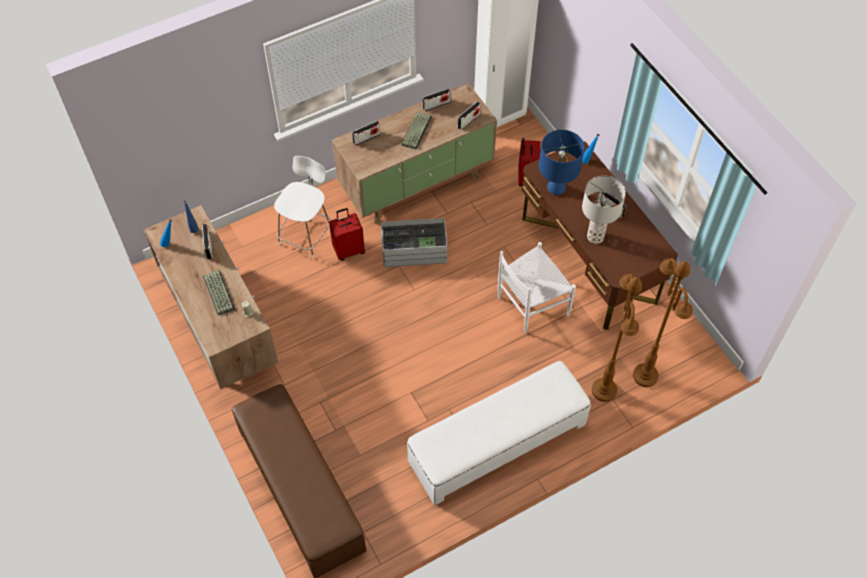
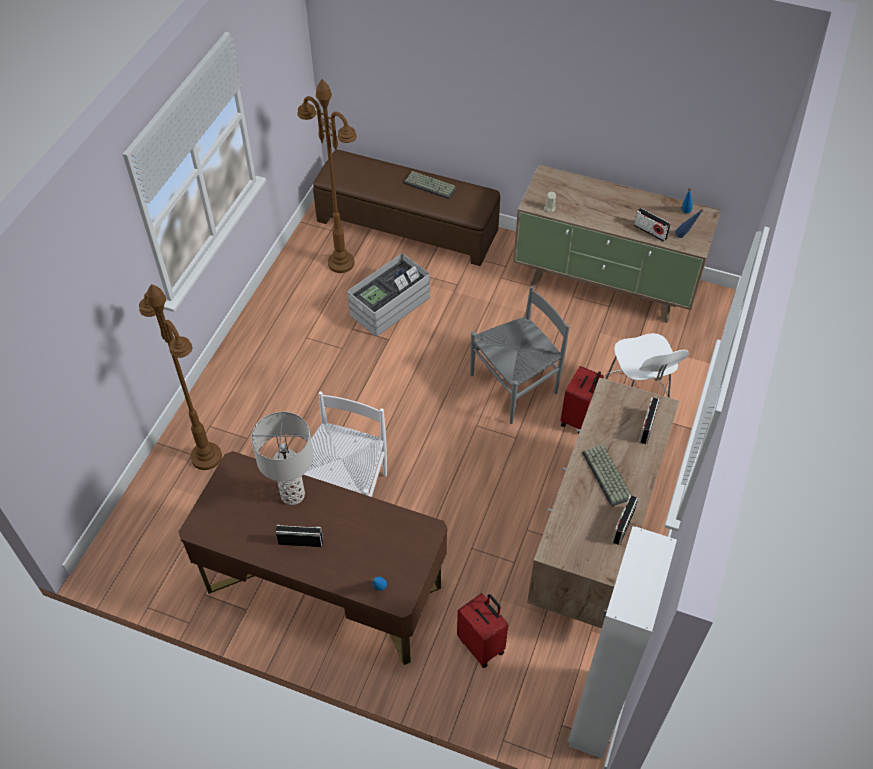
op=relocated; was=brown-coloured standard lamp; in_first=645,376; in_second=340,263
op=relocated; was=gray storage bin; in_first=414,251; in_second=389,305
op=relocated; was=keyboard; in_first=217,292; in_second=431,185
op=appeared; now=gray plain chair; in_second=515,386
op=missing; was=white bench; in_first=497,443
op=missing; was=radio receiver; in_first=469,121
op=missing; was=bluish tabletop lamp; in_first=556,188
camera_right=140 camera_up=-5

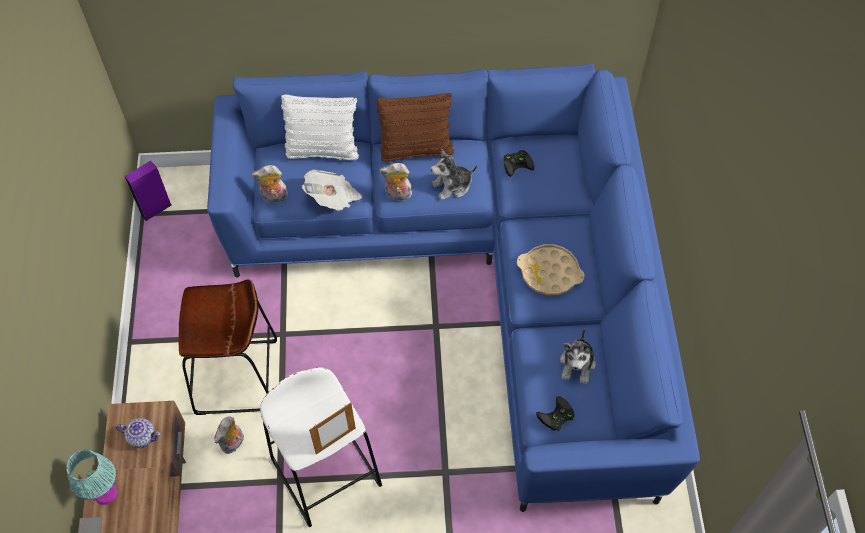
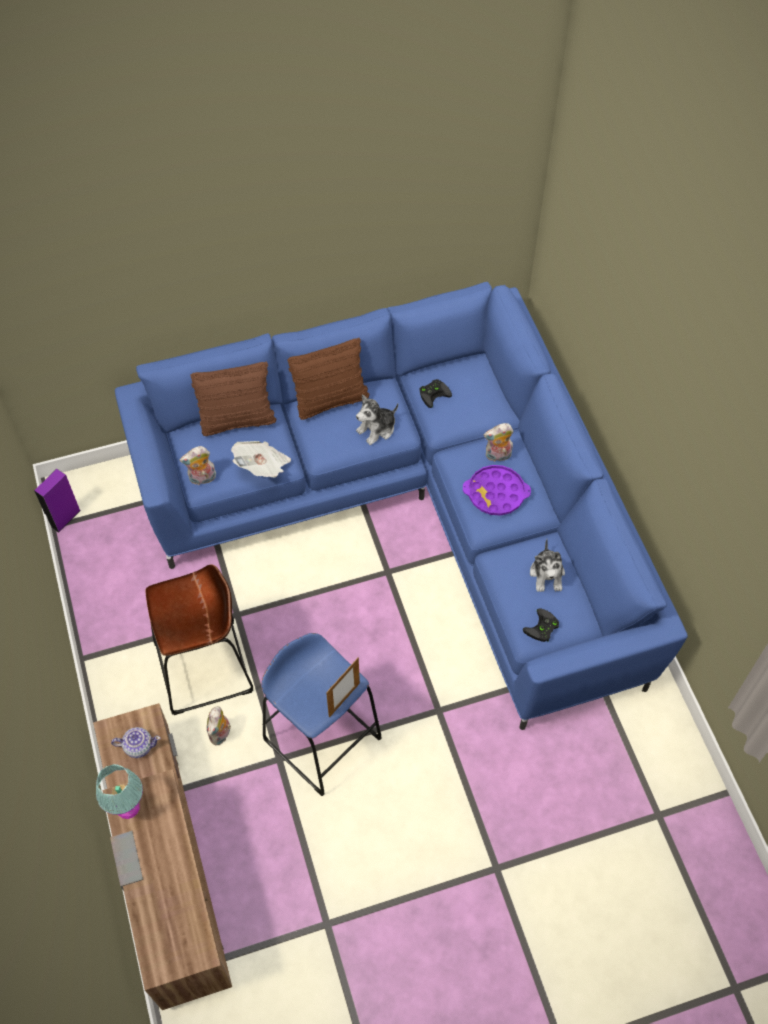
op=colour; was=white cushion; now=brown-coloured cushion; in_first=323,150; in_second=238,420
op=colour; was=white stool seat; now=bluish stool seat; in_first=326,471; in_second=322,738
op=colour; was=beige-coloured tray; now=purple tray; in_first=549,273; in_second=496,493
op=relocated; was=cuddly toy; in_first=397,195; in_second=497,456
camera_right=-15 camera_up=0

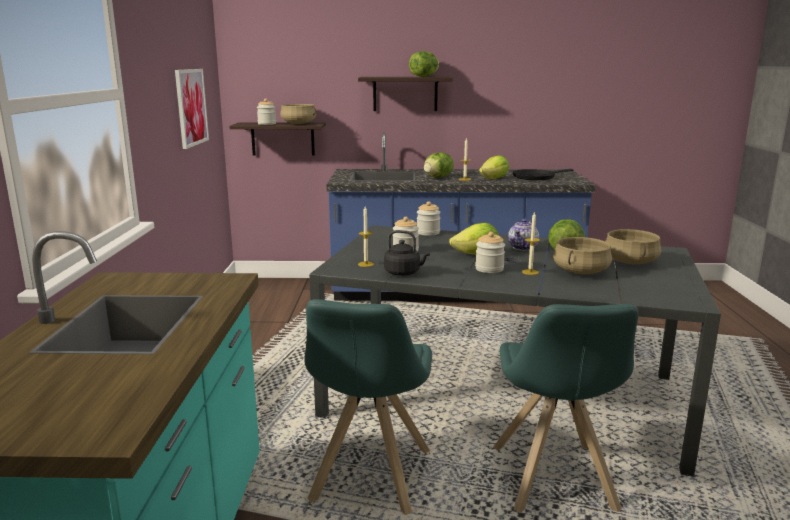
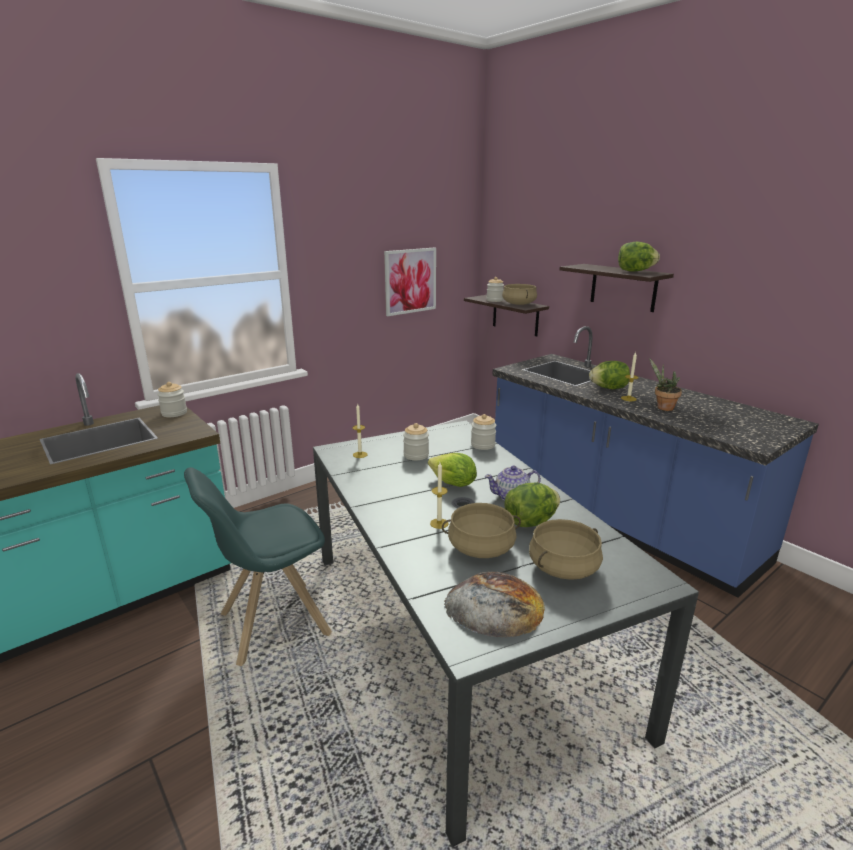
op=relocated; was=jar; in_first=489,269; in_second=174,413
op=appeared; now=bread; in_second=494,606
op=exchanged; was=lettuce head; now=plant in a pot; in_first=494,179; in_second=662,407
op=missing; was=black water kettle; in_first=404,273
op=missing; was=turquoise-coloured plain chair; in_first=553,478
op=missing; was=black pan; in_first=536,177
camera_right=50 camera_up=5

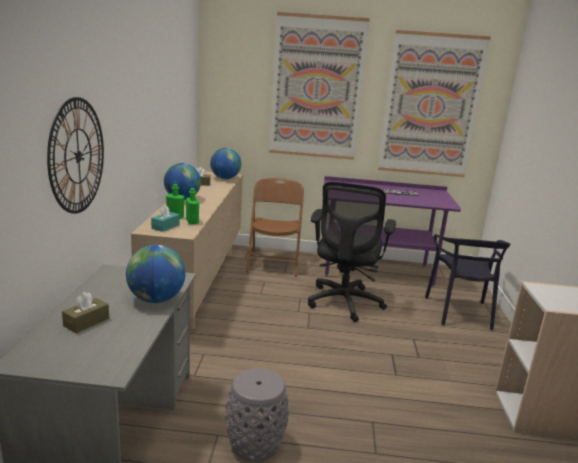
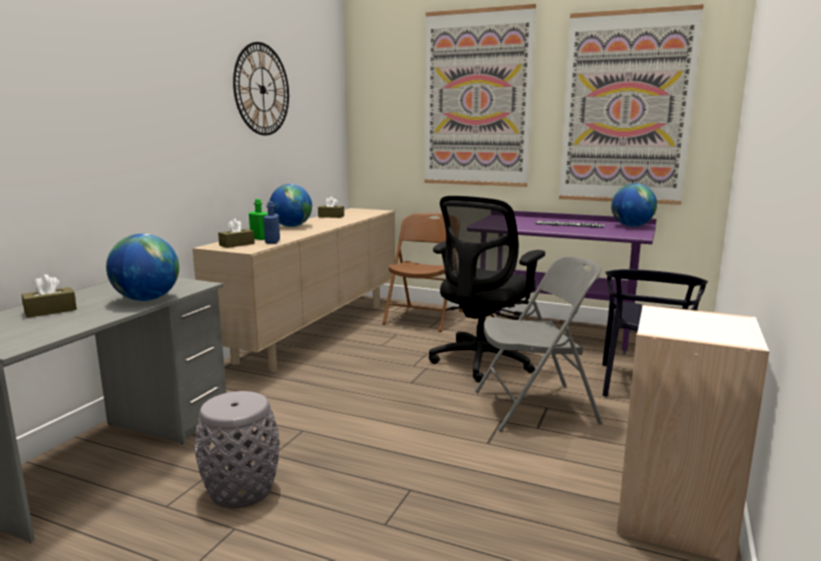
op=colour; was=turquoise-coloured box of tissues; now=brown-coloured box of tissues; in_first=165,227; in_second=237,244
op=relocated; was=wall clock; in_first=77,156; in_second=262,89
op=colour; was=greenish drink bottle; now=bluish drink bottle; in_first=192,222; in_second=272,242
op=appeared; now=gray plain chair; in_second=535,407
op=relocated; was=desk globe; in_first=225,178; in_second=631,226
camera_right=20 camera_up=-5

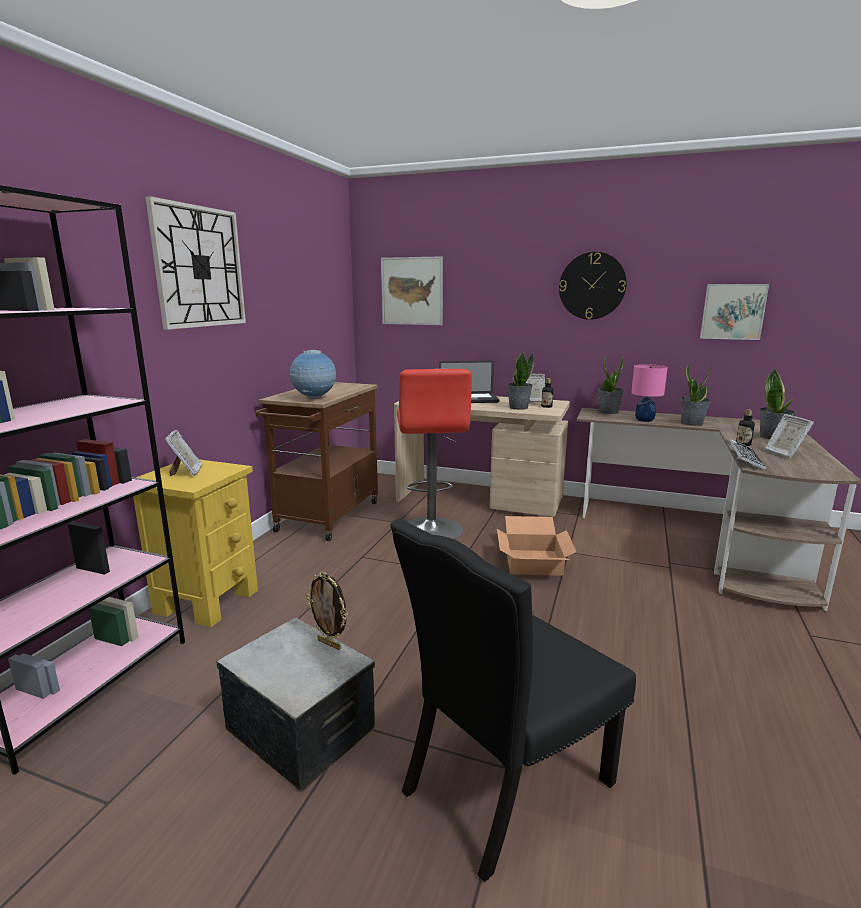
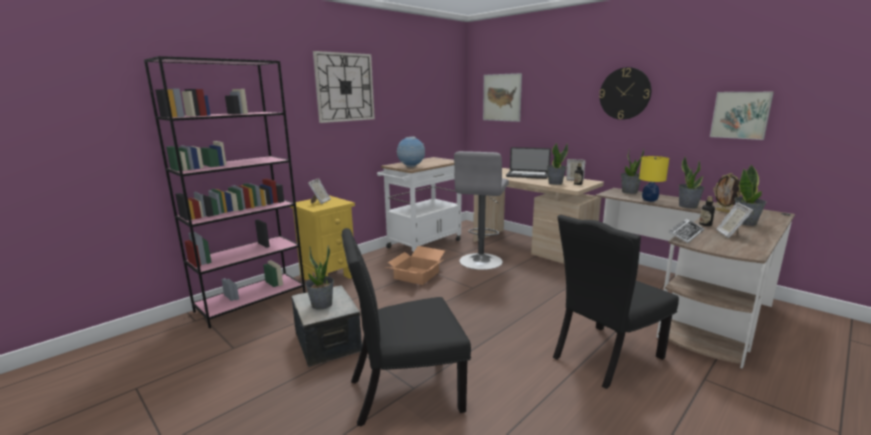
op=appeared; now=plant in a pot; in_second=322,304
op=colour; was=brown-coloured wheeled cart; now=white wheeled cart; in_first=326,518; in_second=422,245
op=relocated; was=packing box; in_first=534,562; in_second=417,275
op=colour; was=reddish stool seat; now=gray stool seat; in_first=431,530; in_second=480,261
op=appeared; now=black plain chair; in_second=606,355
op=colour; was=pink tabletop lamp; now=yellow tabletop lamp; in_first=644,421; in_second=649,200
op=relocated; was=picture frame; in_first=330,644; in_second=723,211
camera_right=25 camera_up=0

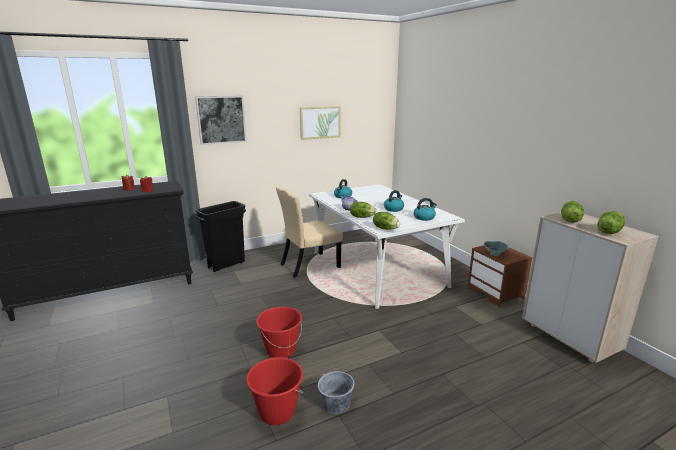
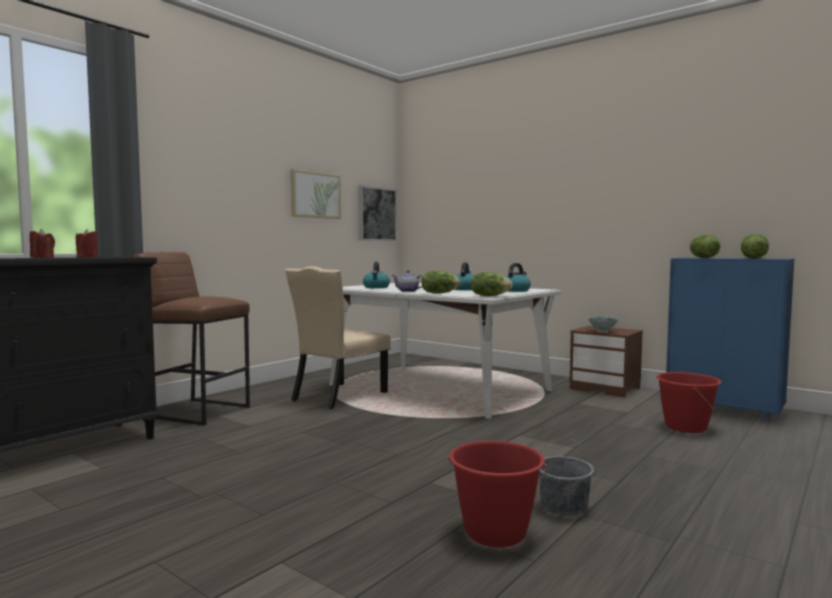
op=exchanged; was=black waste bin; now=brown-coloured stool seat; in_first=227,265; in_second=196,411
op=relocated; was=wall art; in_first=221,119; in_second=376,214
op=relocated; was=reddish bucket; in_first=281,350; in_second=685,427
op=colour; was=beige-coloured cabinet; now=bluish cabinet; in_first=571,338; in_second=726,407
camera_right=-25 camera_up=-15

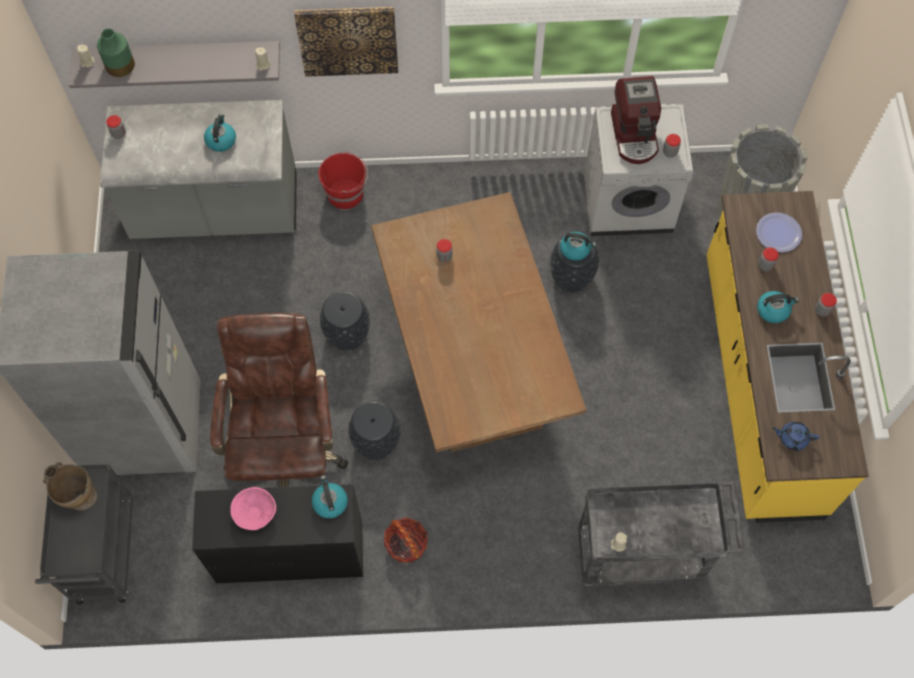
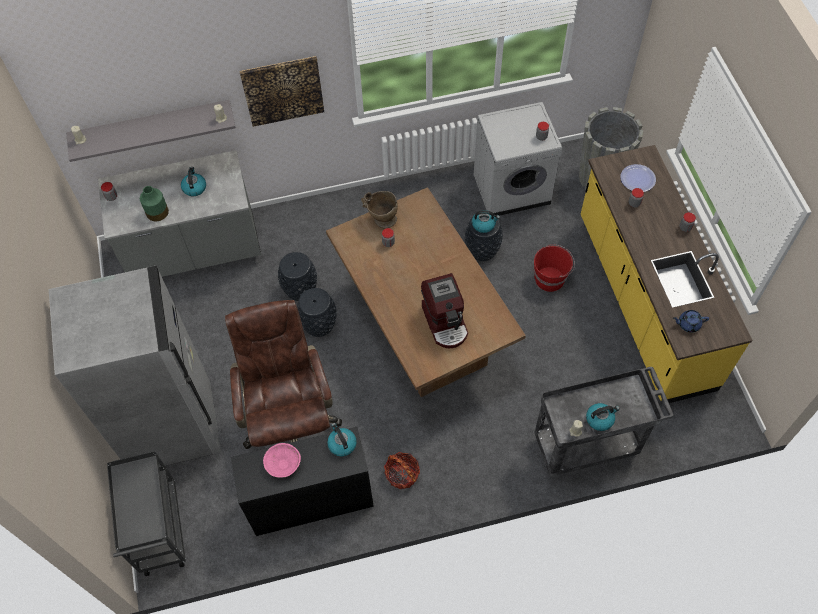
op=relocated; was=greenish flower vase; in_first=119,65; in_second=157,212
op=relocated; was=black stool seat; in_first=376,442; in_second=300,289
op=relocated; was=beige-coloured flower vase; in_first=76,495; in_second=381,220
op=relocated; was=coffee machine; in_first=635,135; in_second=446,322
op=relocated; was=reddish bucket; in_first=346,193; in_second=550,278
op=relocated; was=water kettle; in_first=773,310; in_second=600,419
camera_right=-10 camera_up=-5

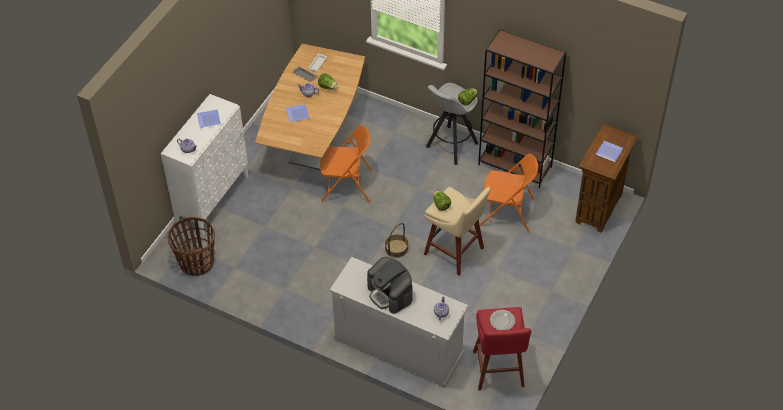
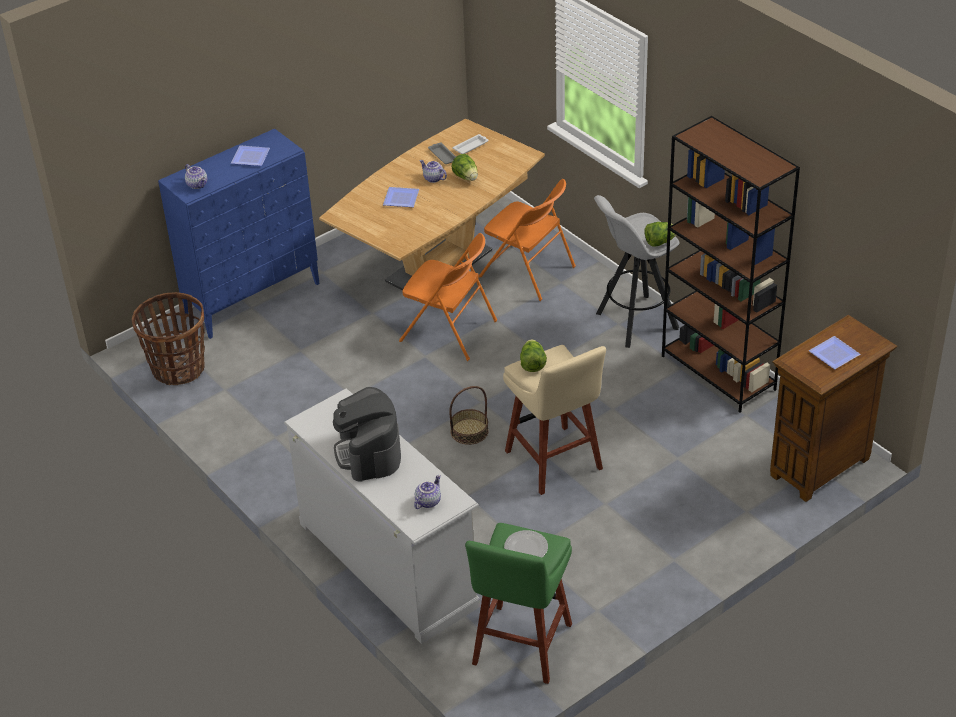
op=colour; was=white chest of drawers; now=bluish chest of drawers; in_first=213,200; in_second=254,299
op=colour; was=reddish stool seat; now=greenish stool seat; in_first=498,370; in_second=520,646
op=relocated; was=orange plain chair; in_first=507,212; in_second=527,272
camera_right=25 camera_up=-10

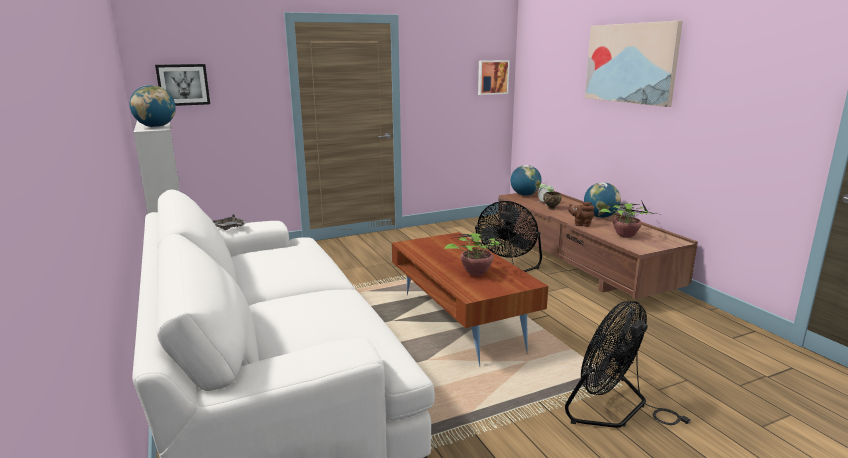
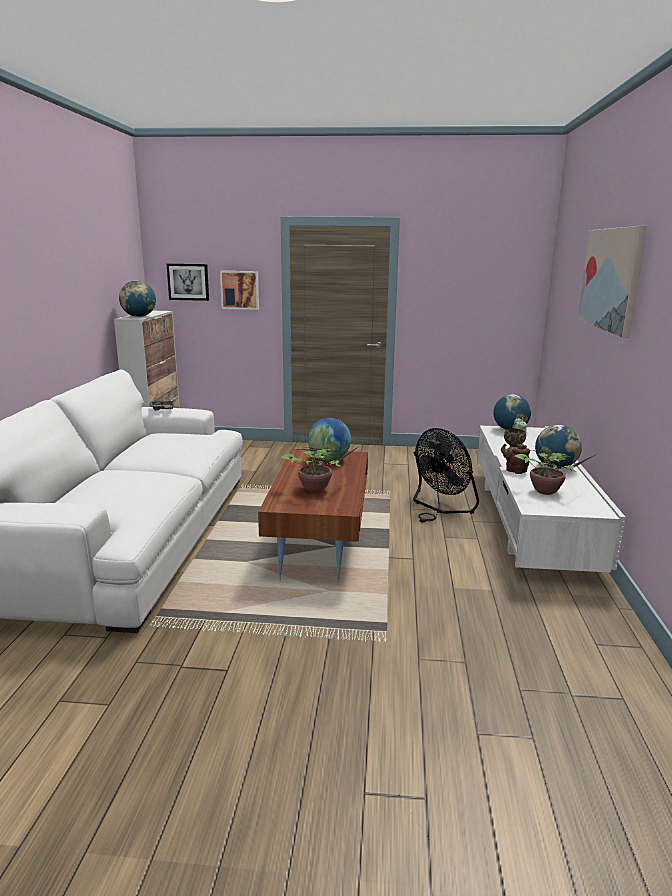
op=relocated; was=wall art; in_first=492,77; in_second=240,290
op=appeared; now=desk globe; in_second=329,459
op=colour; was=brown-coloured tv unit; now=white tv unit; in_first=580,262; in_second=531,519
op=missing; was=black electric fan; in_first=620,407
camera_right=30 camera_up=0

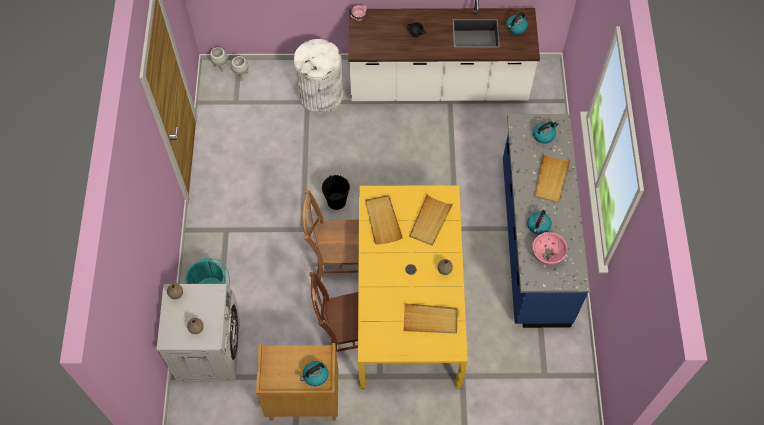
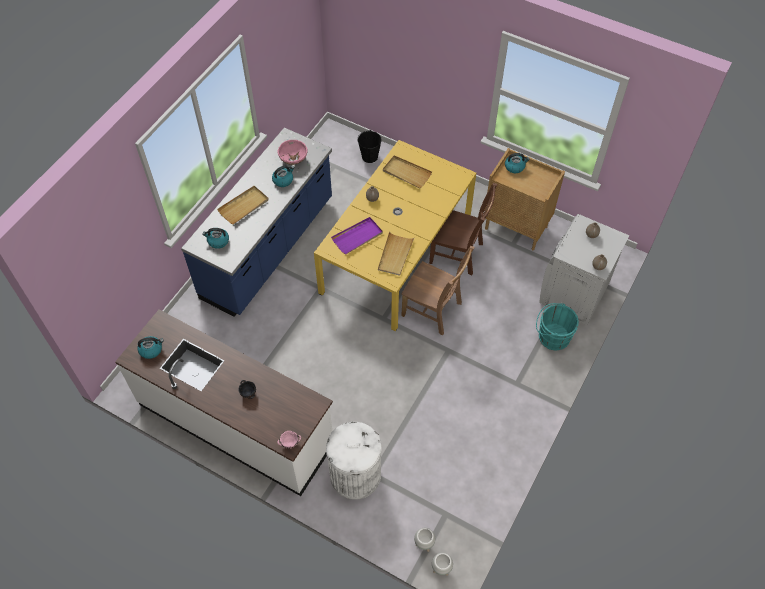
op=colour; was=beige-coloured tray; now=purple tray; in_first=430,221; in_second=357,237
op=relocated; was=black bucket; in_first=336,201; in_second=370,156
camera_right=-150 camera_up=-5

